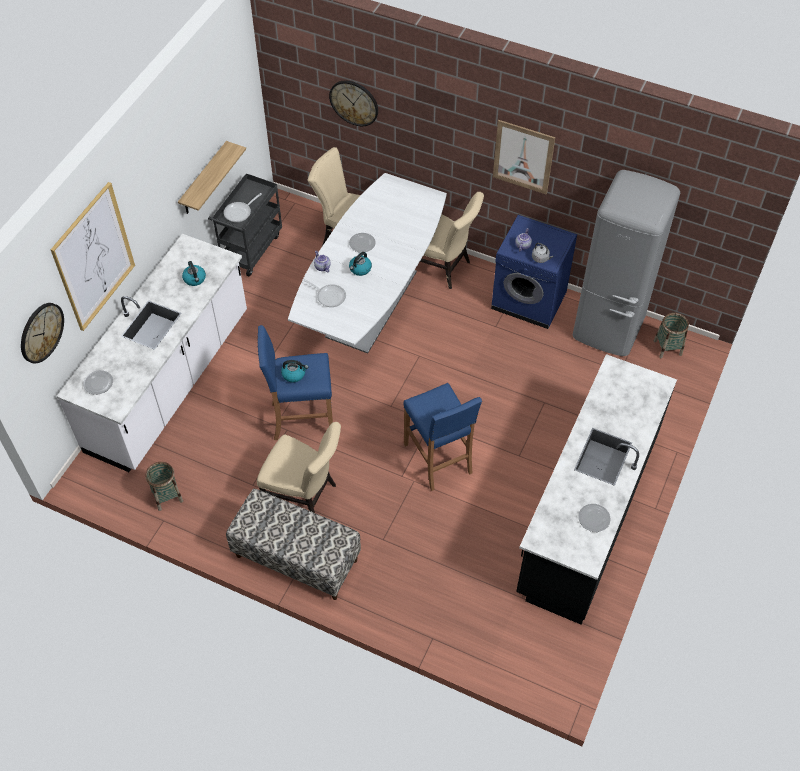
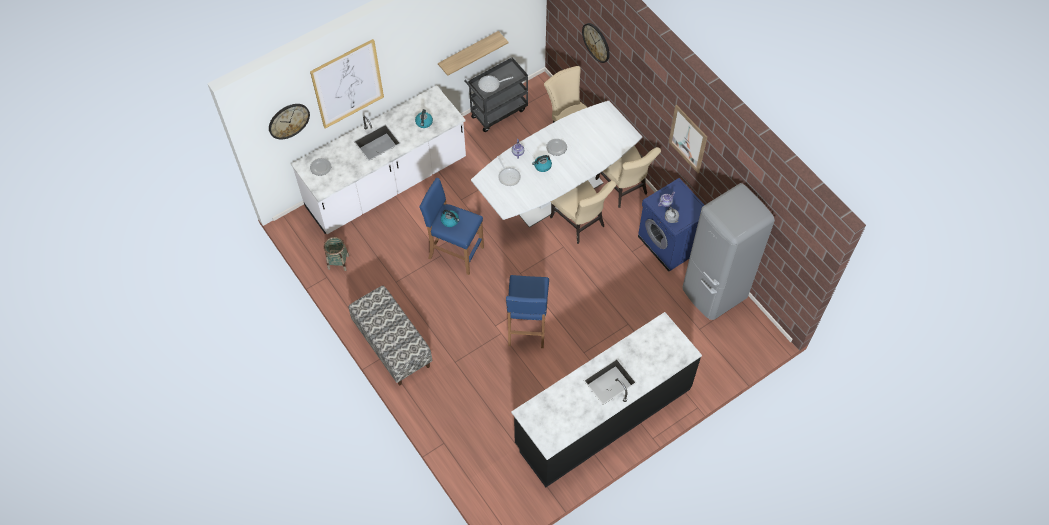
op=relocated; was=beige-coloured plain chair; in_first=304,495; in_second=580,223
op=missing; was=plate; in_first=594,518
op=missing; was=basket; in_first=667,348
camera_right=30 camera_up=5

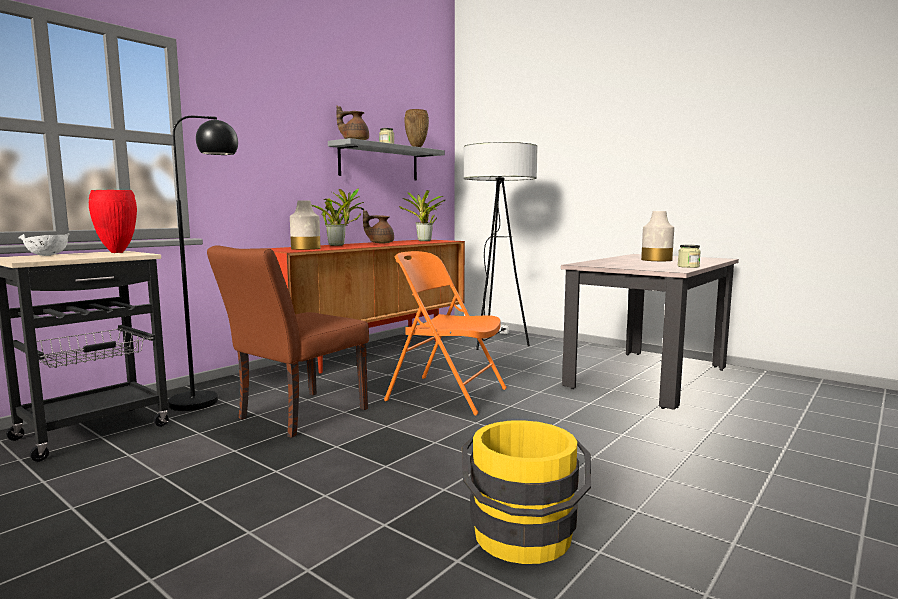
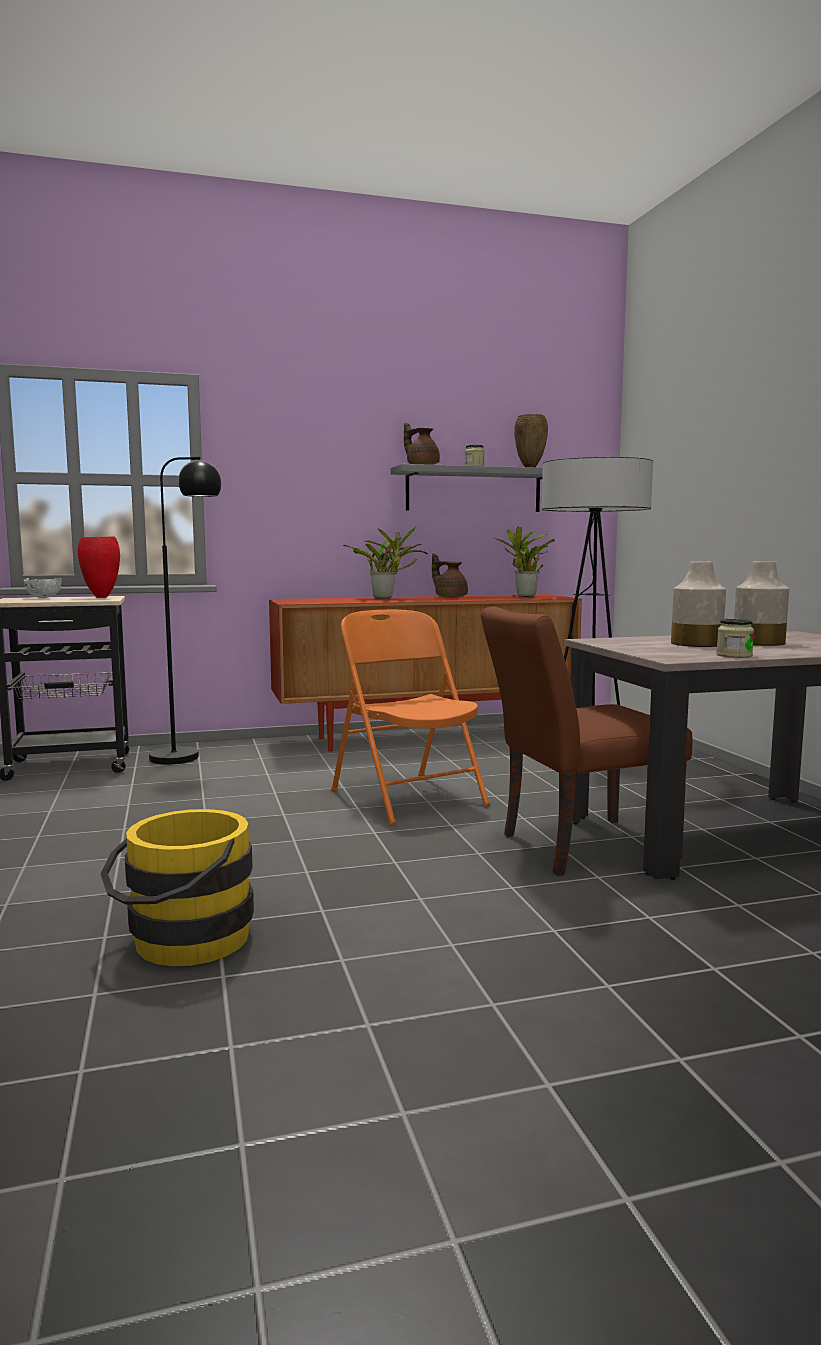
op=relocated; was=brown-coloured plain chair; in_first=295,416; in_second=575,847
op=relocated; was=beige-coloured flower vase; in_first=306,248; in_second=697,643
camera_right=35 camera_up=0

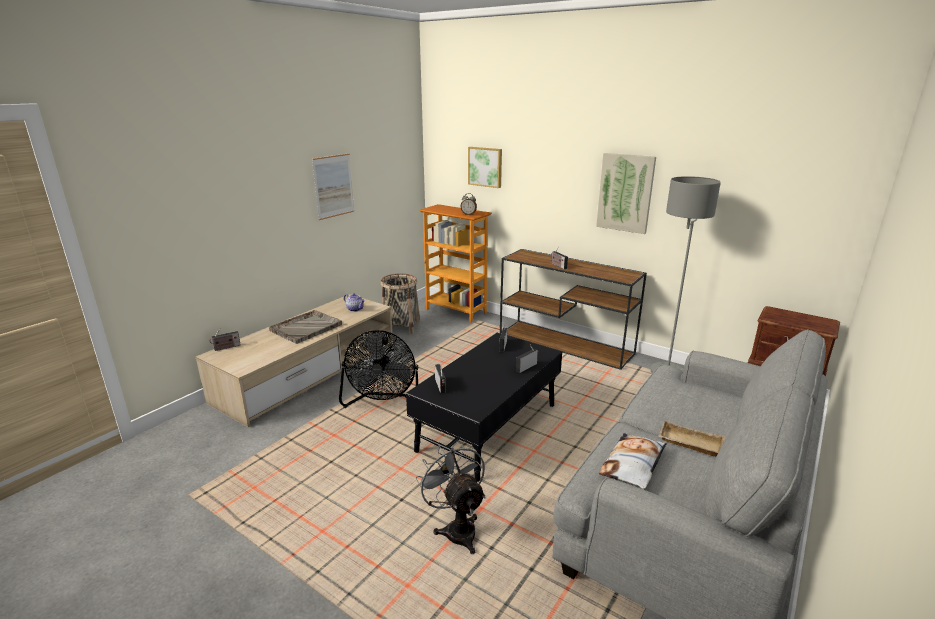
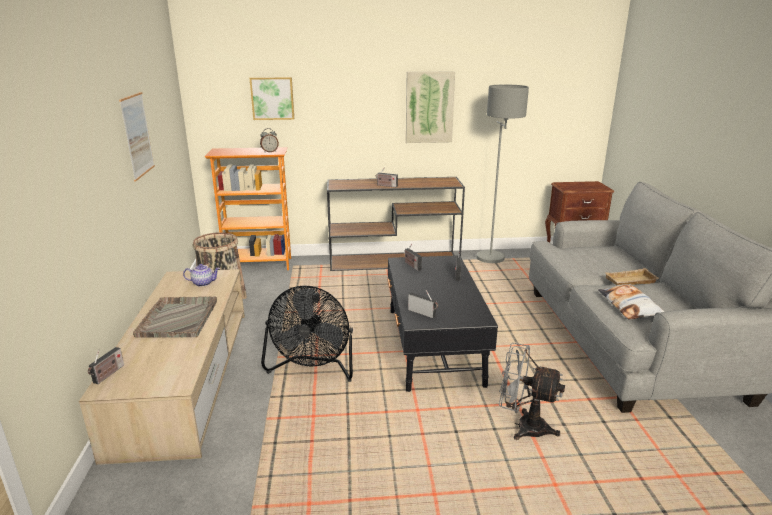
op=spun; was=black electric fan; in_first=381,401; in_second=310,366; clockwise=45
camera_right=-40 camera_up=0

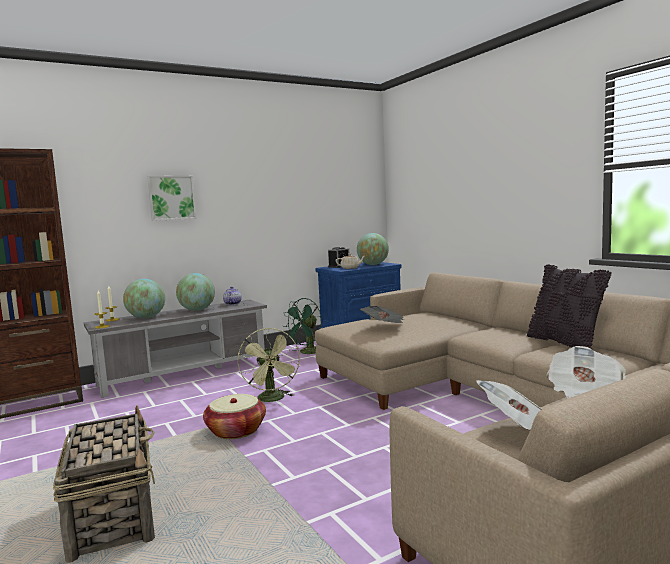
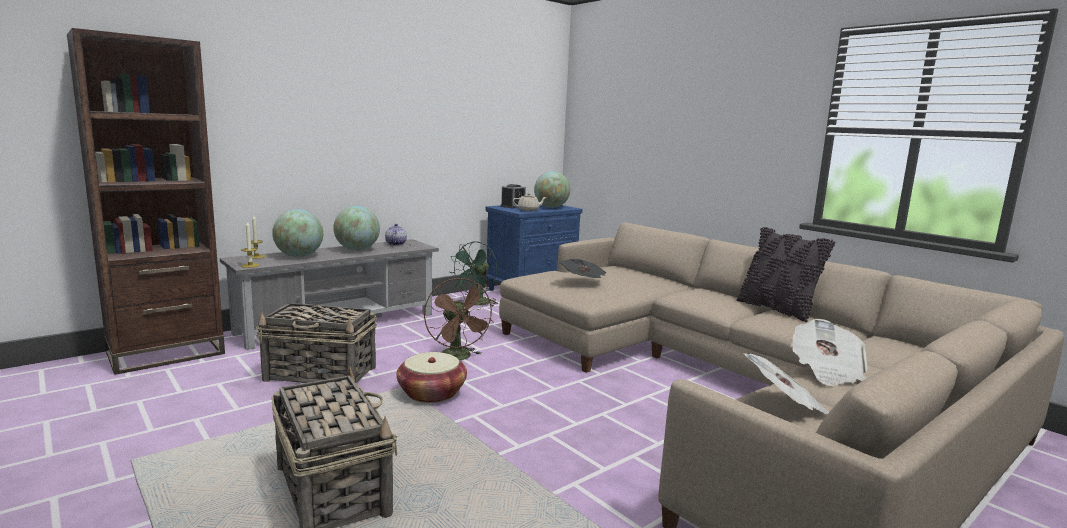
op=appeared; now=basket; in_second=322,374
op=colour; was=greenish electric fan; now=brown-coloured electric fan; in_first=273,399; in_second=459,358
op=missing; was=wall art; in_first=171,198
camera_right=-10 camera_up=5

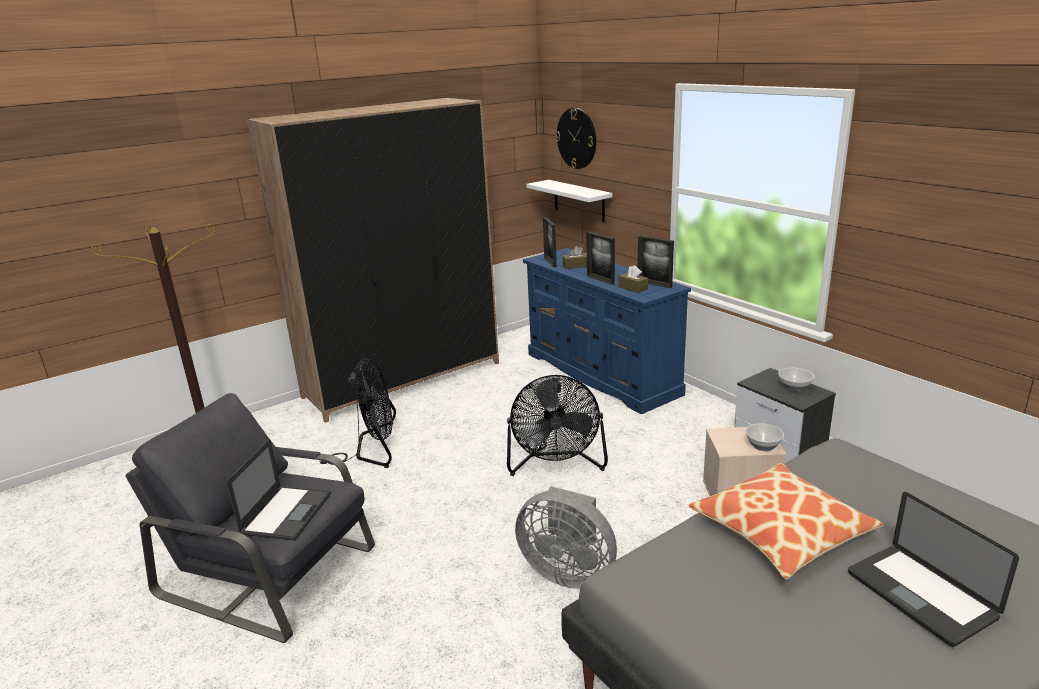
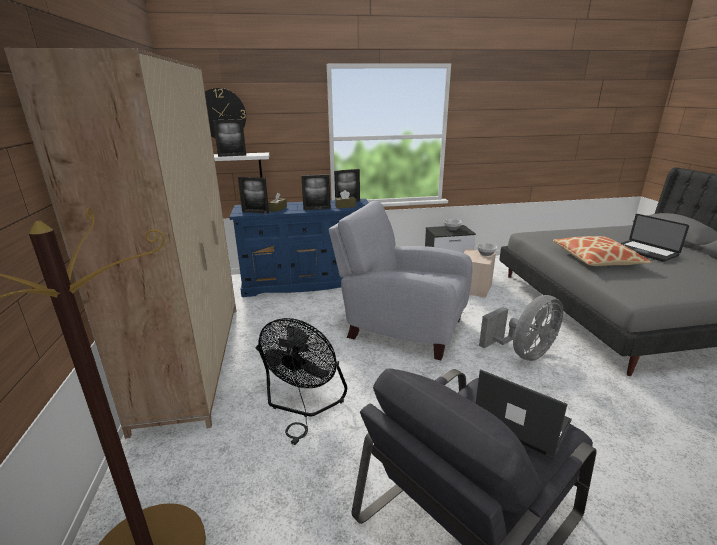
op=colour; was=black clothes cupboard; now=beige-coloured clothes cupboard; in_first=404,379; in_second=192,359
op=appeared; now=picture frame; in_second=232,155
op=exchanged; was=black electric fan; now=gray lounge chair; in_first=552,462; in_second=401,327
op=spun; was=portable computer; in_first=920,595; in_second=645,251; clockwise=60
camera_right=-65 camera_up=0

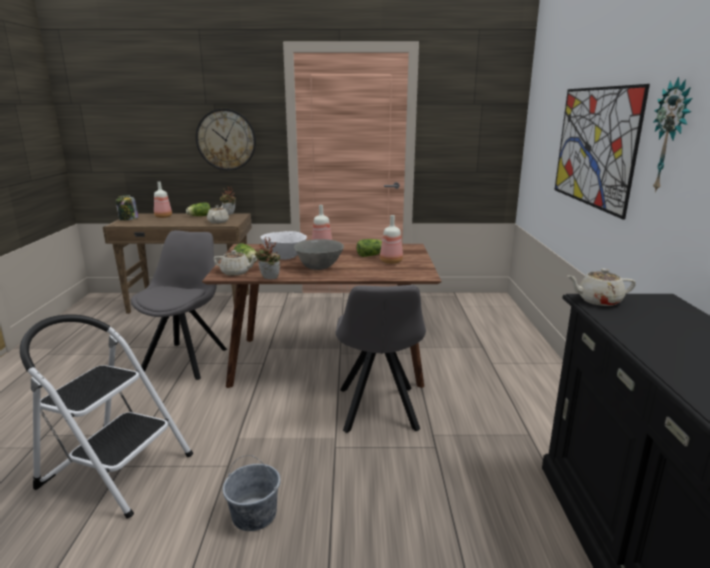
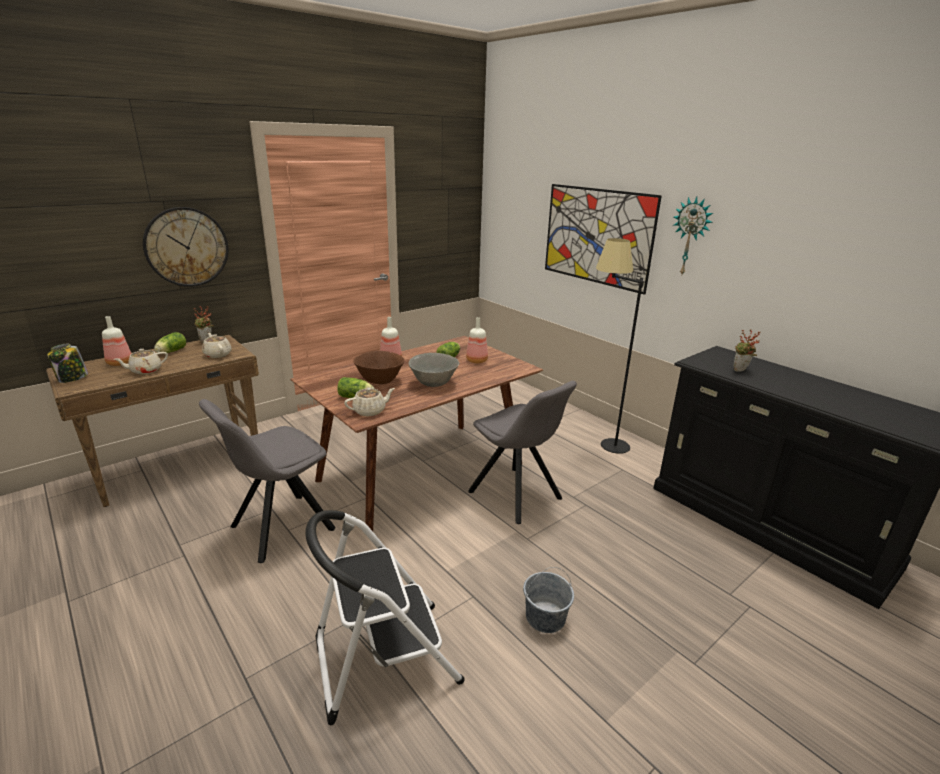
op=relocated; was=beige-coloured pot for tea; in_first=598,301; in_second=145,370
op=spun; was=gray plain chair; in_first=186,360; in_second=281,527; clockwise=-105
op=colour; was=white bowl; now=brown-coloured bowl; in_first=284,257; in_second=379,381
op=appeared; now=black standard lamp; in_second=602,445
op=relocated; was=plant in a pot; in_first=268,278; in_second=740,371
camera_right=-40 camera_up=5

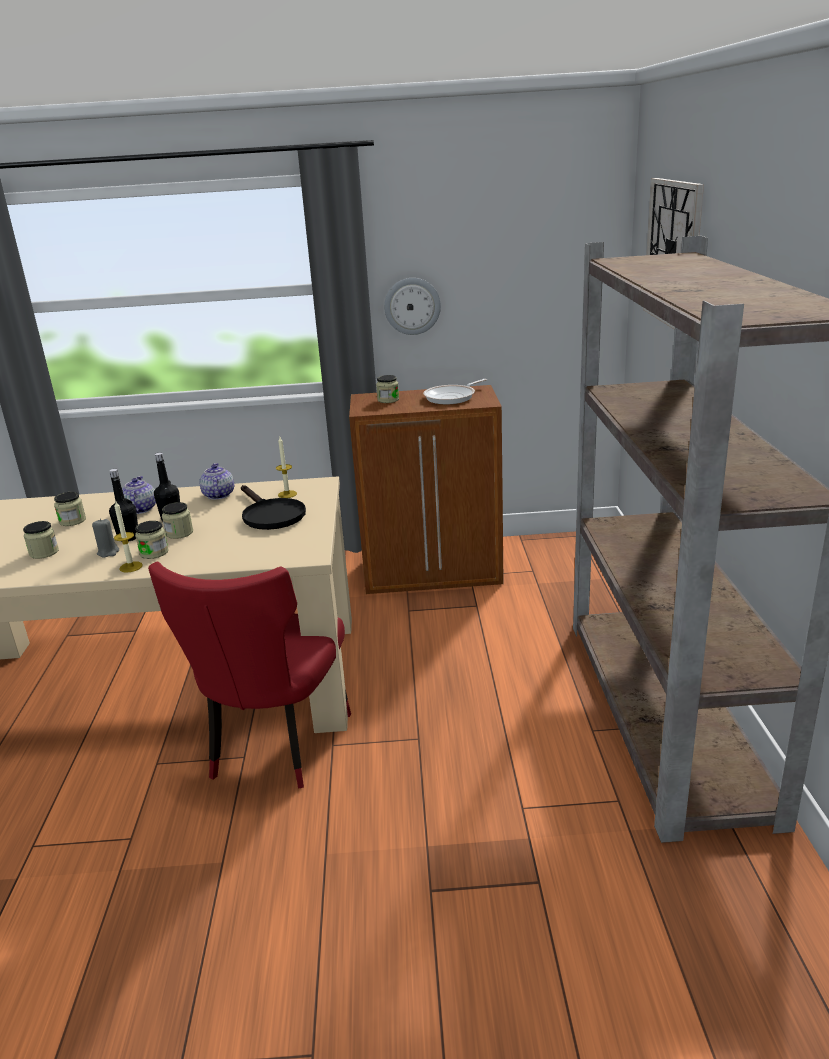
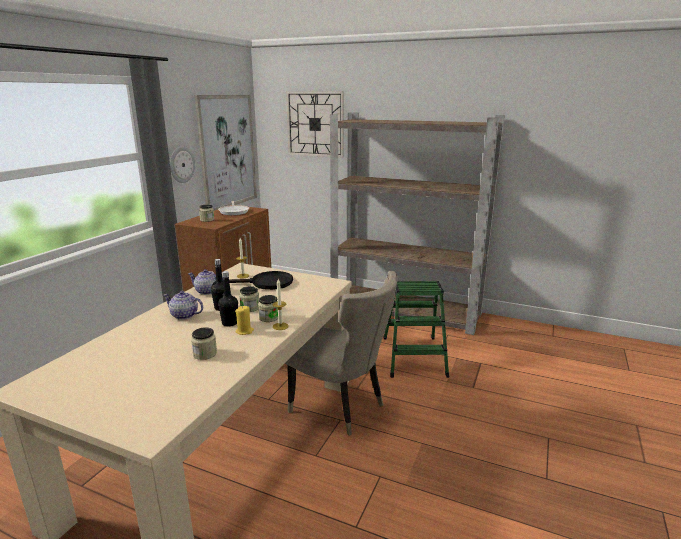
op=appeared; now=wall art; in_second=227,152
op=colour; was=gray wax candle; now=yellow wax candle; in_first=108,552; in_second=244,331
op=colour; was=reddish plain chair; now=beige-coloured plain chair; in_first=273,747; in_second=341,407
op=appeared; now=greenish step ladder; in_second=413,355
op=missing; was=jar; in_first=72,521
camera_right=-65 camera_up=-5

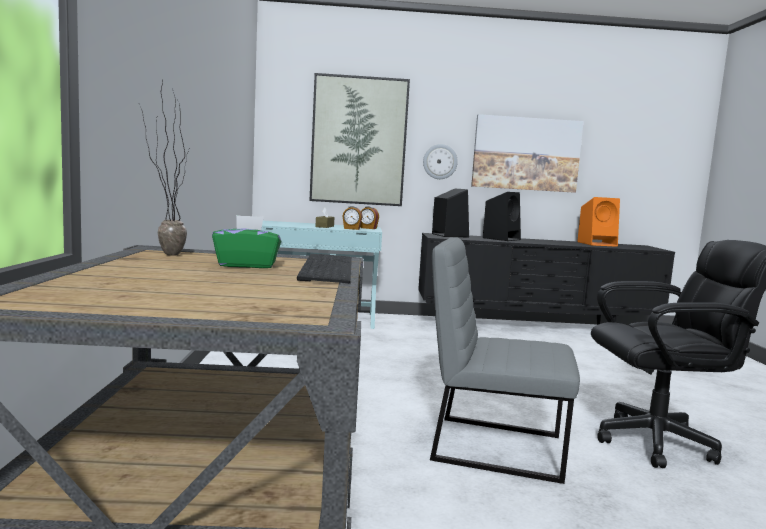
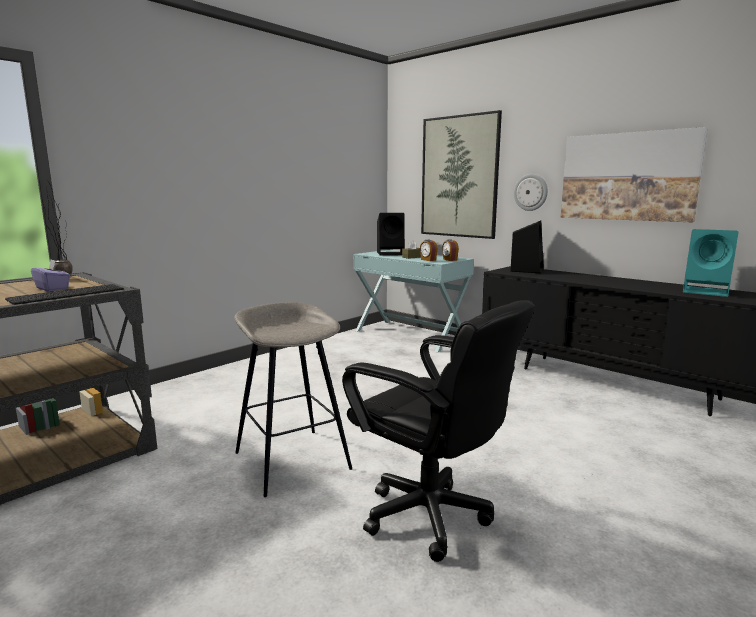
op=colour; was=greenish box of tissues; now=purple box of tissues; in_first=247,265; in_second=53,288
op=exchanged; was=gray plain chair; now=gray stool seat; in_first=492,446; in_second=292,460
op=relocated; was=black speaker; in_first=501,239; in_second=391,253
op=colour; was=orange speaker; now=turquoise-coloured speaker; in_first=597,244; in_second=707,291
camera_right=45 camera_up=5

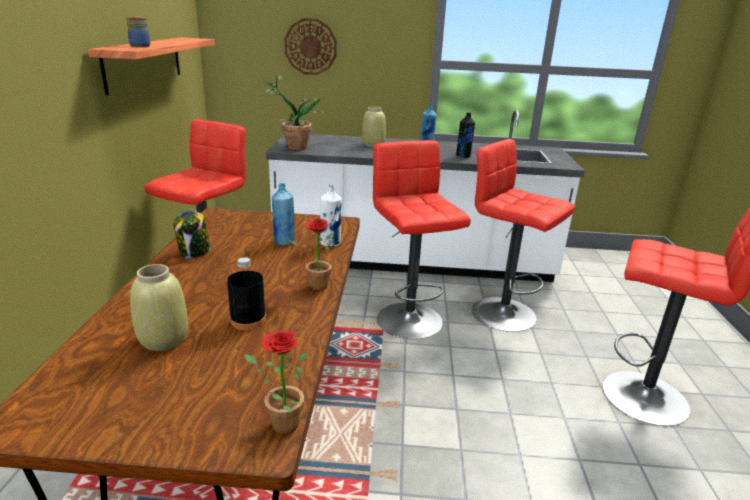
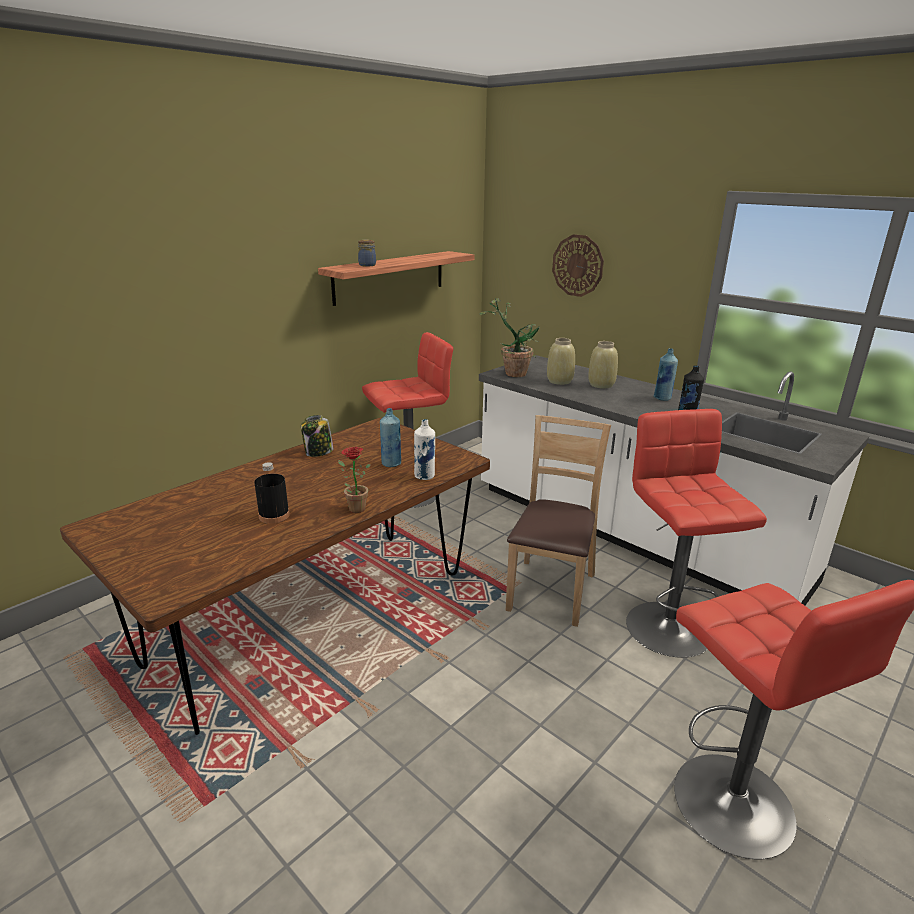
op=exchanged; was=reddish stool seat; now=brown-coloured plain chair; in_first=409,320; in_second=550,590
op=relocated; was=beige-coloured flower vase; in_first=163,340; in_second=559,381
op=missing; was=plant in a pot; in_first=279,424
camera_right=40 camera_up=0

